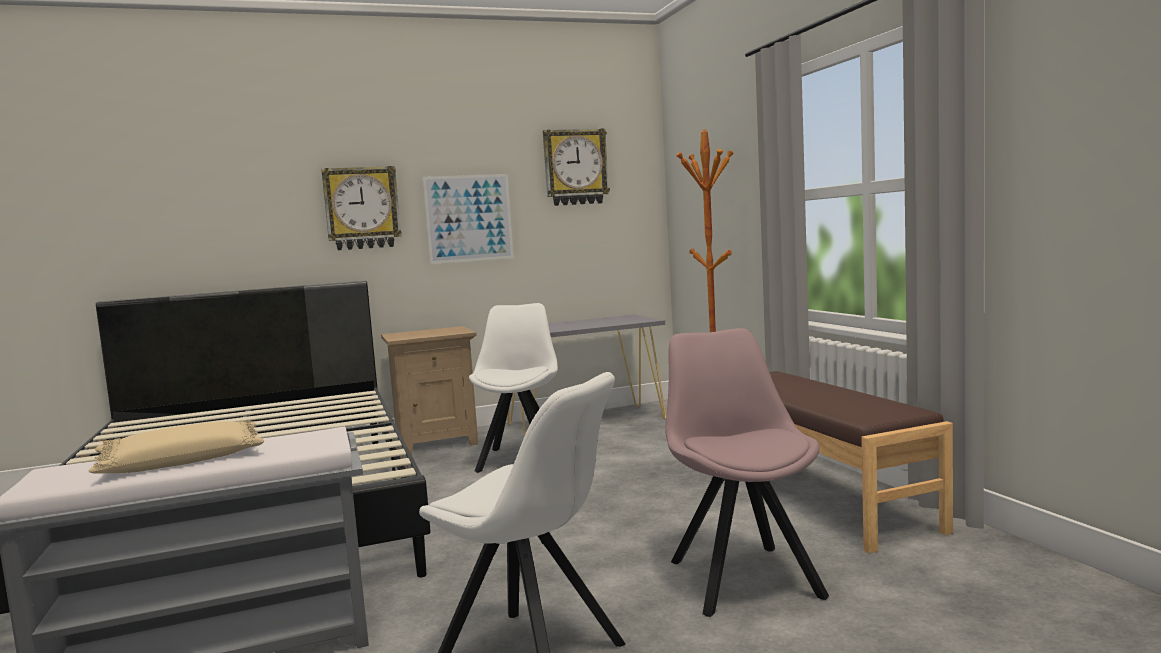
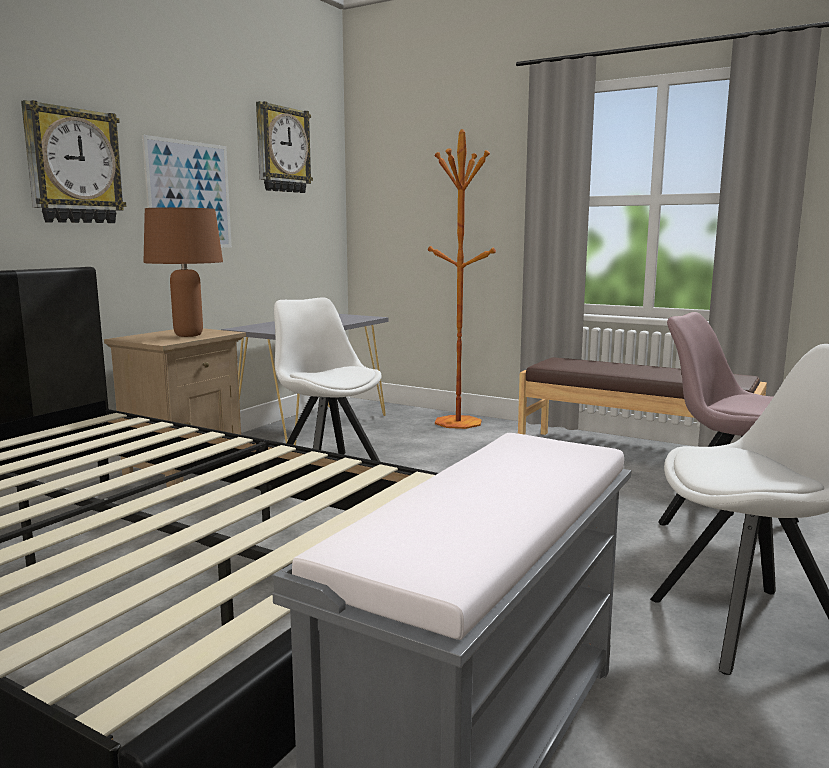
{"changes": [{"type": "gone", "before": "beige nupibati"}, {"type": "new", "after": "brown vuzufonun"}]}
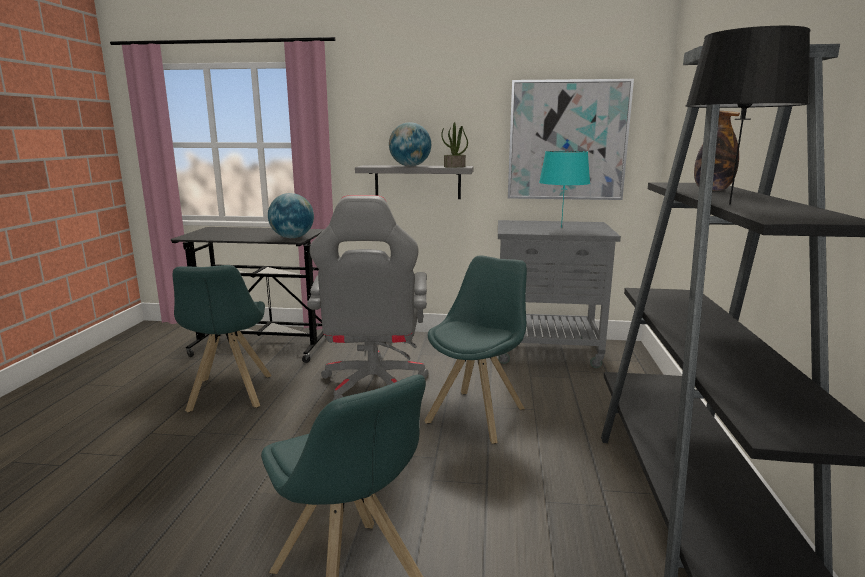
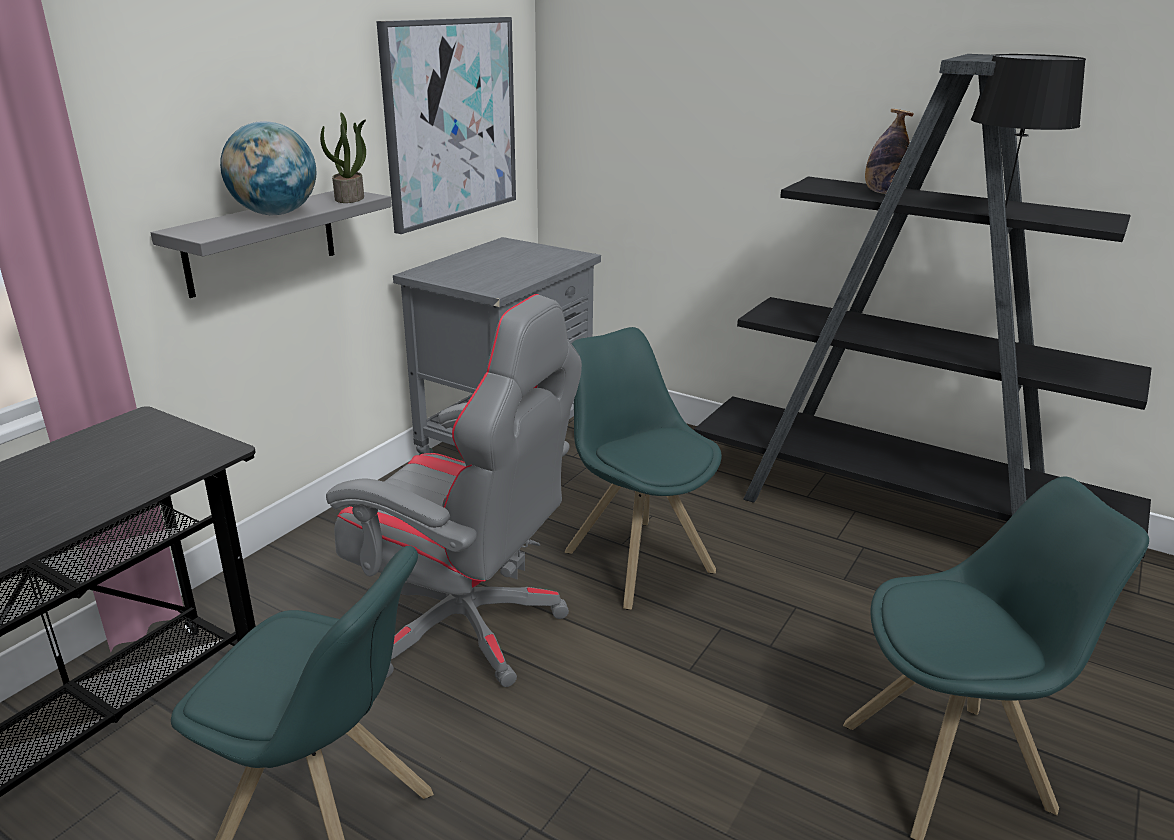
{"changes": [{"type": "gone", "before": "turquoise vuzufonun"}, {"type": "gone", "before": "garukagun (no. 1 from left)"}]}
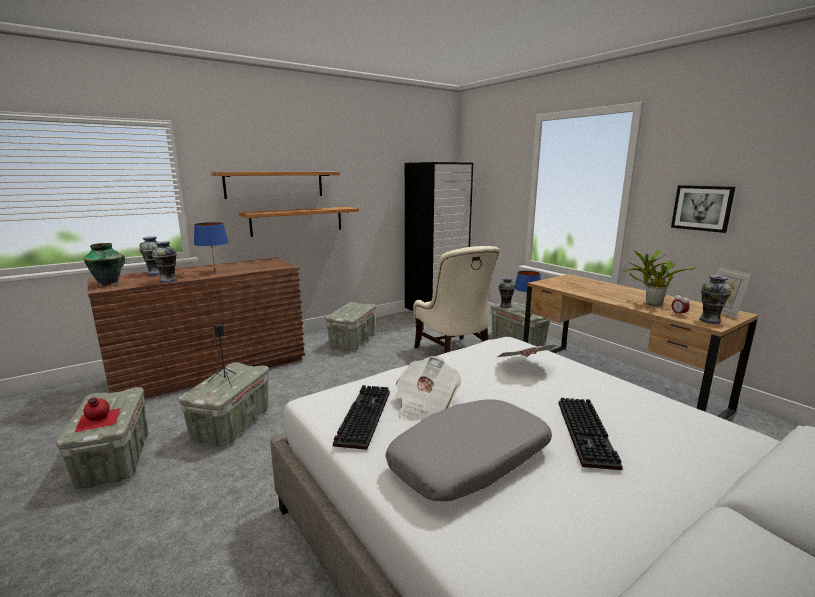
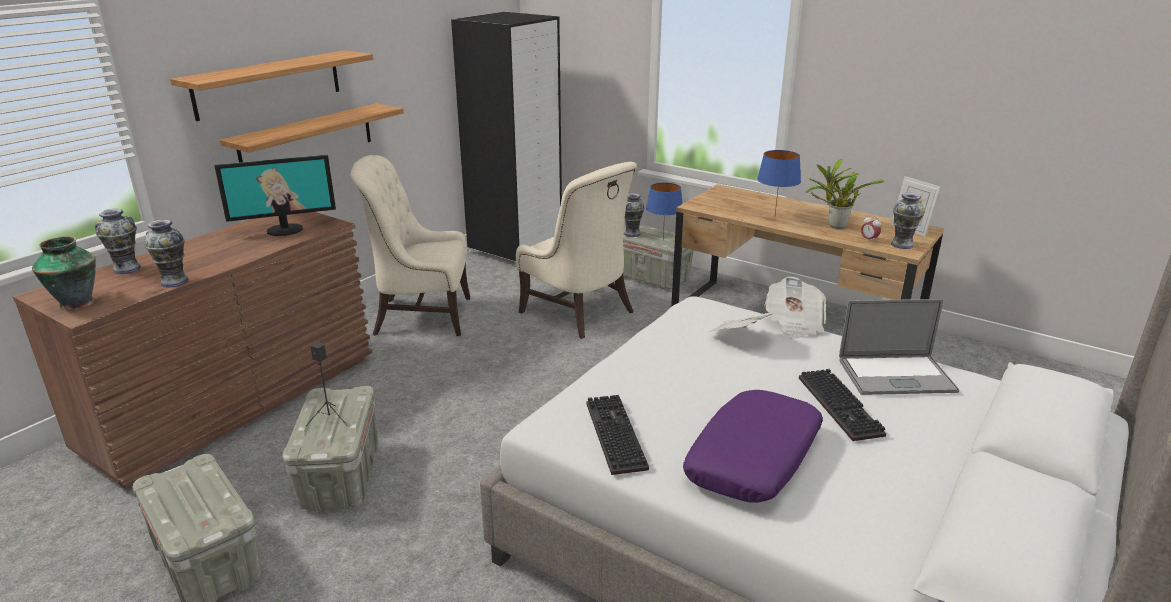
{"changes": [{"type": "gone", "before": "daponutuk"}, {"type": "shifted", "before": "blue vuzufonun (no. 1 from left in the first image)", "after": "blue vuzufonun (no. 2 from left)"}, {"type": "swapped", "before": "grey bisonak (no. 3 from left)", "after": "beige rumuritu (no. 1 from left)"}, {"type": "shifted", "before": "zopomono (no. 1 from left in the first image)", "after": "zopomono (no. 2 from left)"}, {"type": "gone", "before": "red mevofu"}, {"type": "repainted", "before": "grey nupibati", "after": "purple nupibati"}, {"type": "new", "after": "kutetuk"}, {"type": "new", "after": "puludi"}]}
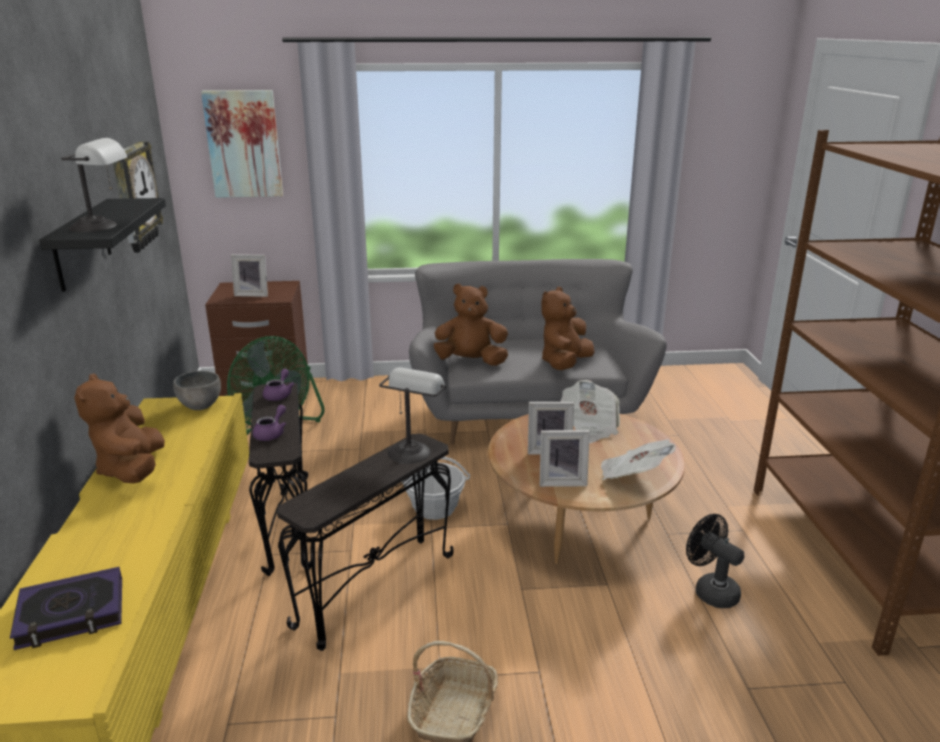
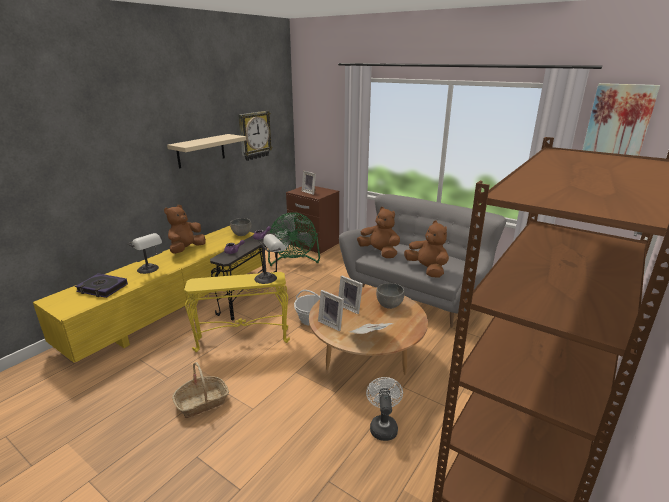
{"changes": [{"type": "shifted", "before": "daponutuk"}, {"type": "shifted", "before": "vuzufonun (no. 1 from left)"}, {"type": "repainted", "before": "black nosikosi", "after": "beige nosikosi"}, {"type": "rotated", "before": "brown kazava (no. 3 from left)", "turn": 75}, {"type": "swapped", "before": "zopomono (no. 1 from left)", "after": "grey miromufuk (no. 2 from left)"}, {"type": "repainted", "before": "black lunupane (no. 2 from left)", "after": "yellow lunupane"}, {"type": "repainted", "before": "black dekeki", "after": "white dekeki"}]}
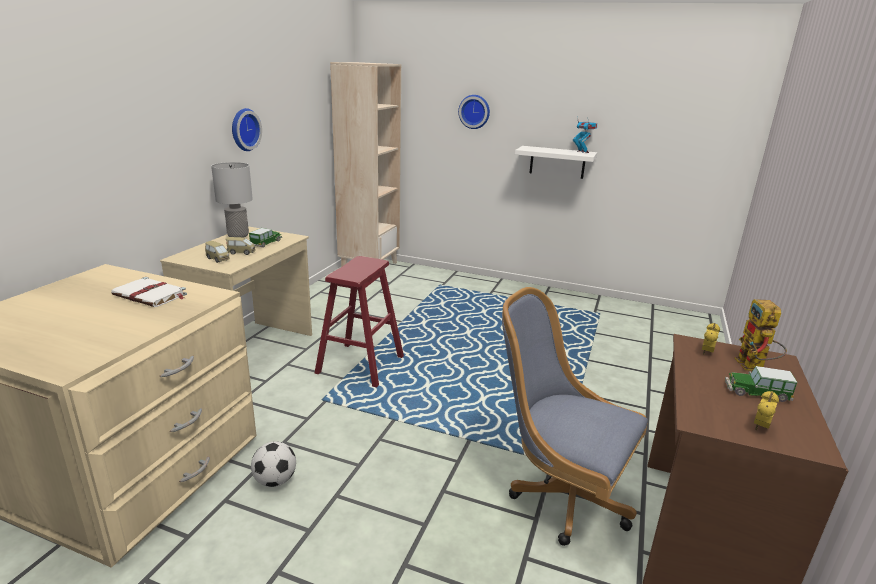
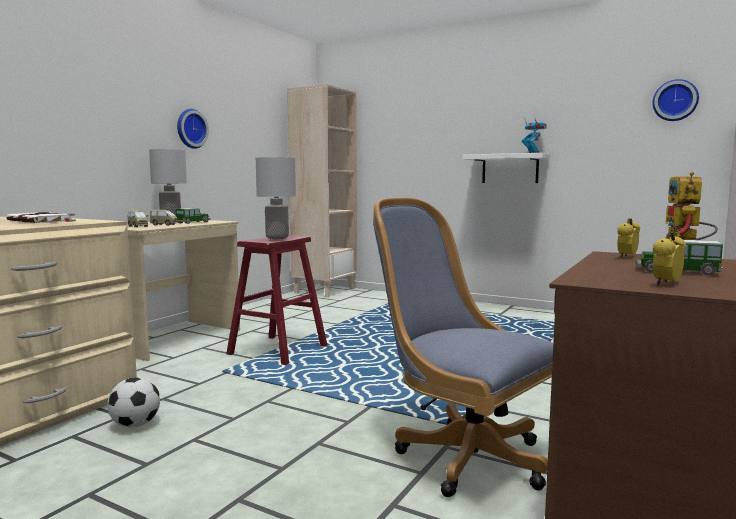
{"changes": [{"type": "shifted", "before": "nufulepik (no. 2 from left)"}, {"type": "new", "after": "grey vuzufonun (no. 2 from left)"}]}
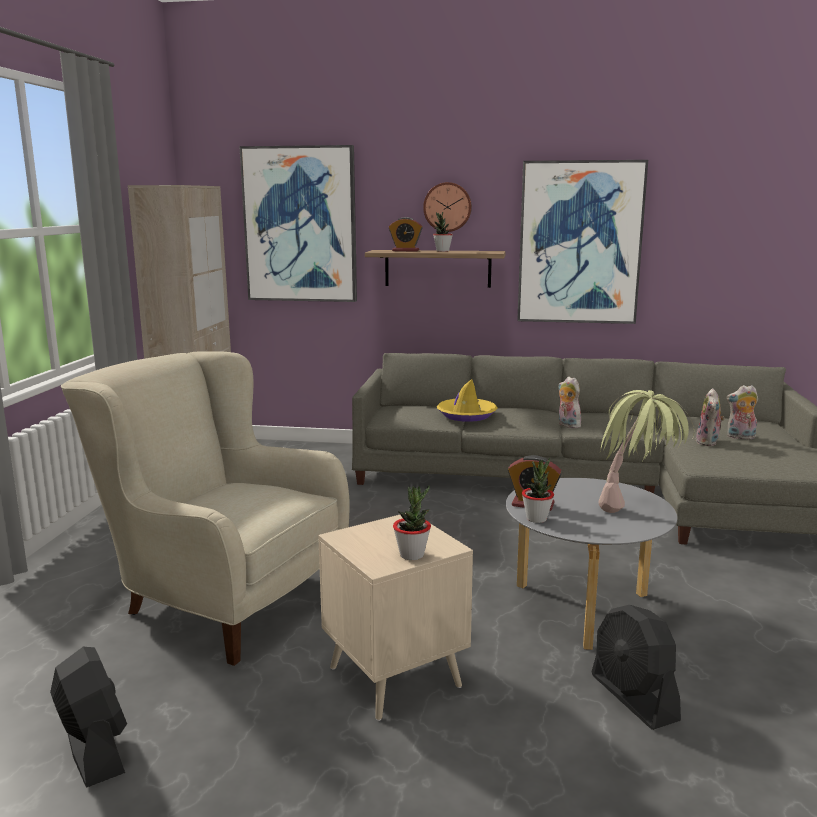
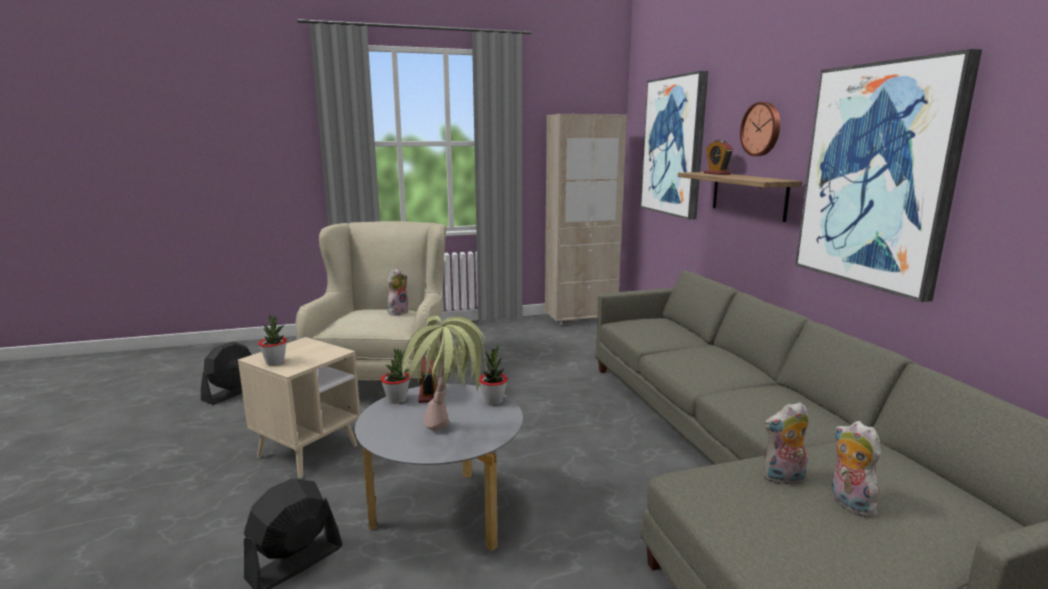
{"changes": [{"type": "shifted", "before": "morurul (no. 2 from left in the first image)", "after": "morurul (no. 4 from left)"}, {"type": "shifted", "before": "kazava (no. 1 from left)"}, {"type": "gone", "before": "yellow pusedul"}]}
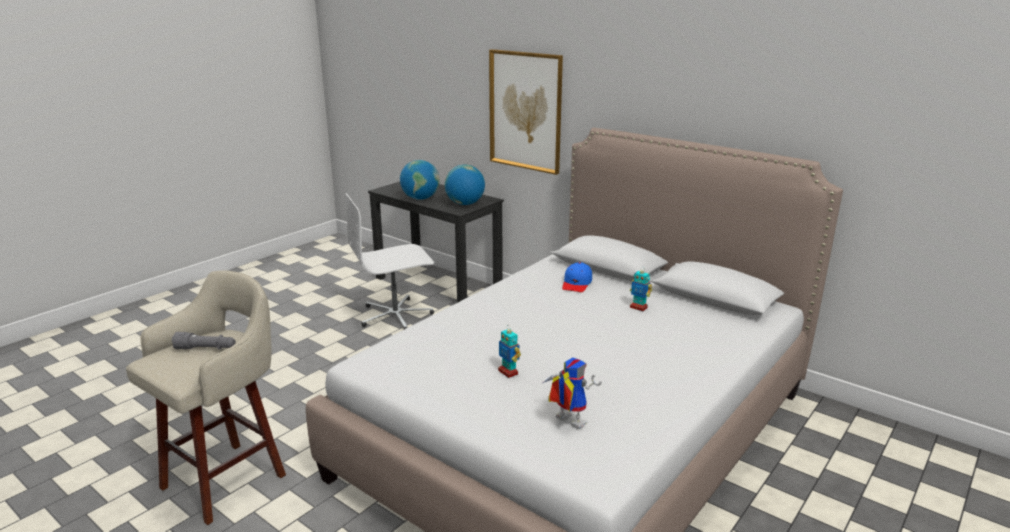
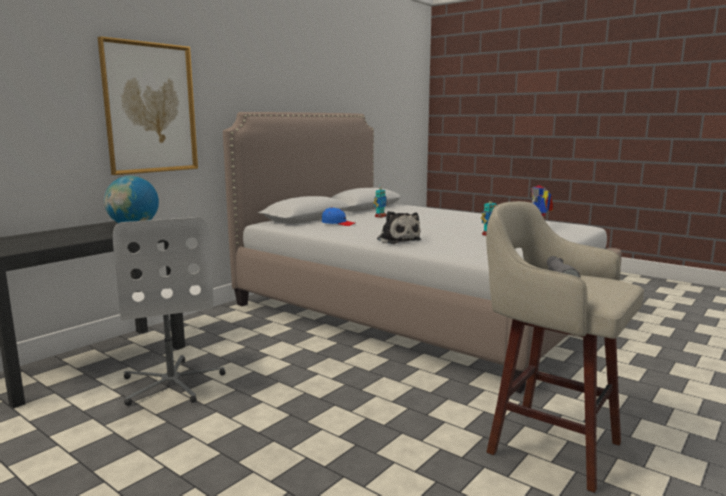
{"changes": [{"type": "gone", "before": "garukagun (no. 1 from left)"}, {"type": "new", "after": "kazava"}]}
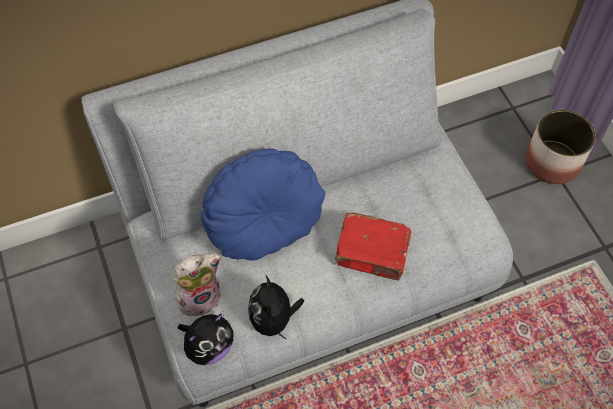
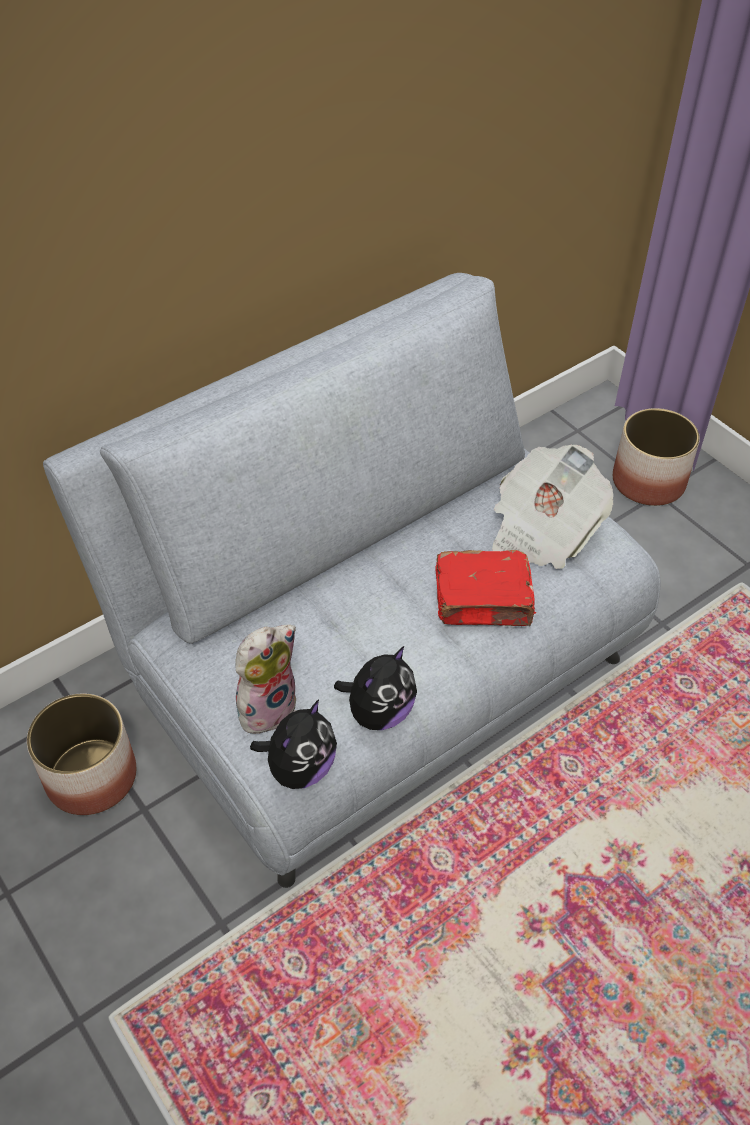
{"changes": [{"type": "gone", "before": "blue nupibati"}, {"type": "rotated", "before": "kazava (no. 3 from left)", "turn": -120}, {"type": "new", "after": "zopomono"}, {"type": "new", "after": "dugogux (no. 1 from left)"}]}
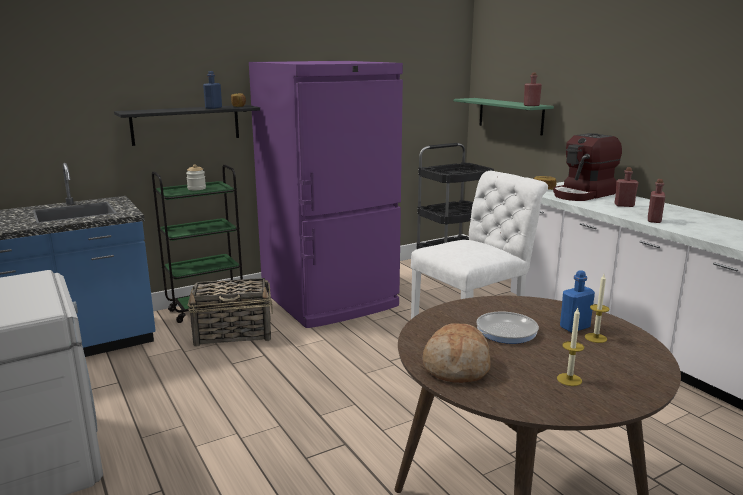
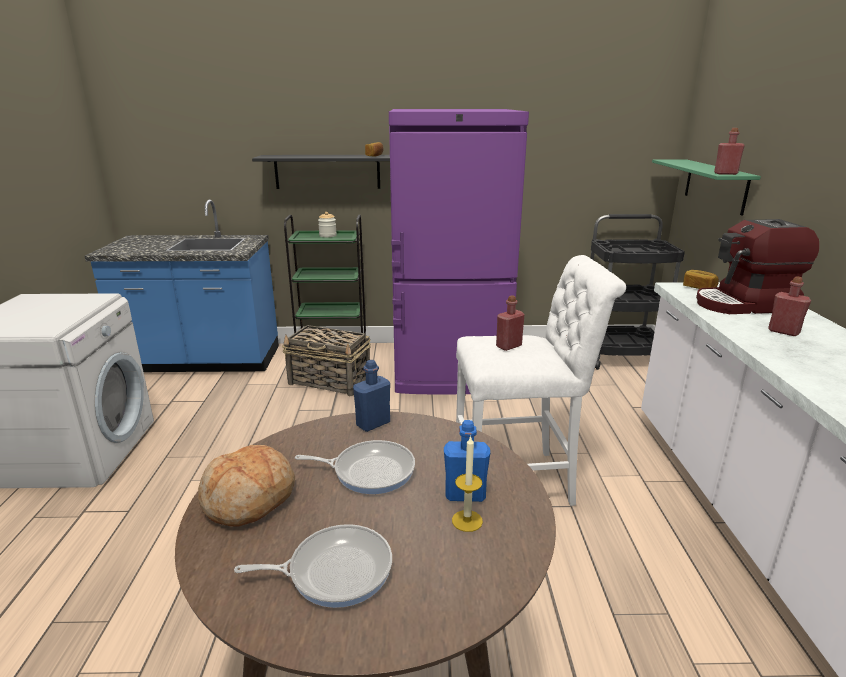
{"changes": [{"type": "shifted", "before": "blue mevofu (no. 1 from left)"}, {"type": "shifted", "before": "red mevofu (no. 3 from left in the first image)", "after": "red mevofu (no. 1 from left)"}, {"type": "swapped", "before": "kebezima (no. 1 from left)", "after": "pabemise (no. 1 from left)"}]}
